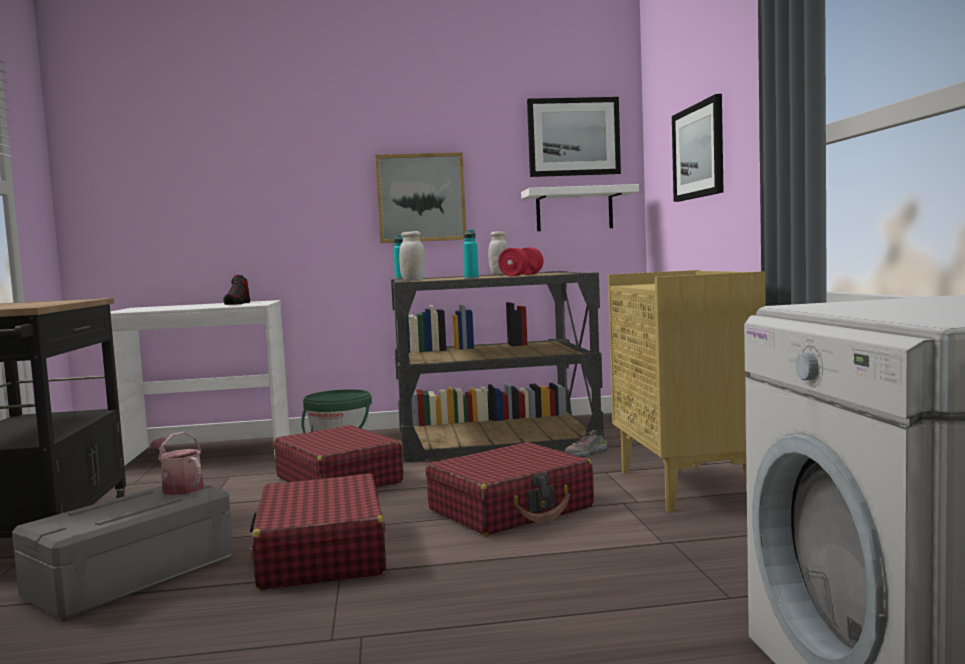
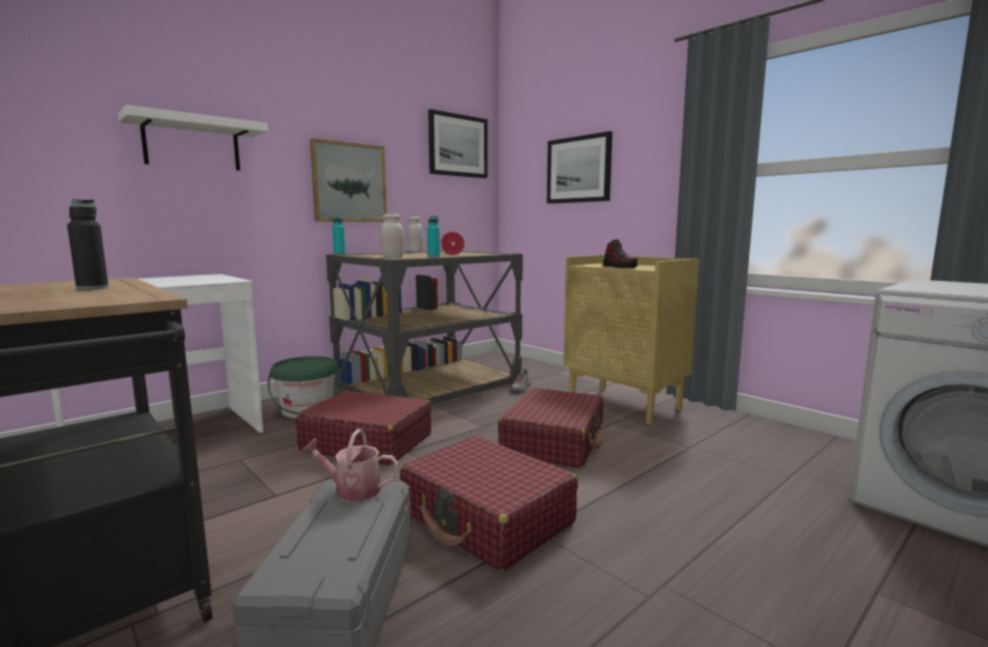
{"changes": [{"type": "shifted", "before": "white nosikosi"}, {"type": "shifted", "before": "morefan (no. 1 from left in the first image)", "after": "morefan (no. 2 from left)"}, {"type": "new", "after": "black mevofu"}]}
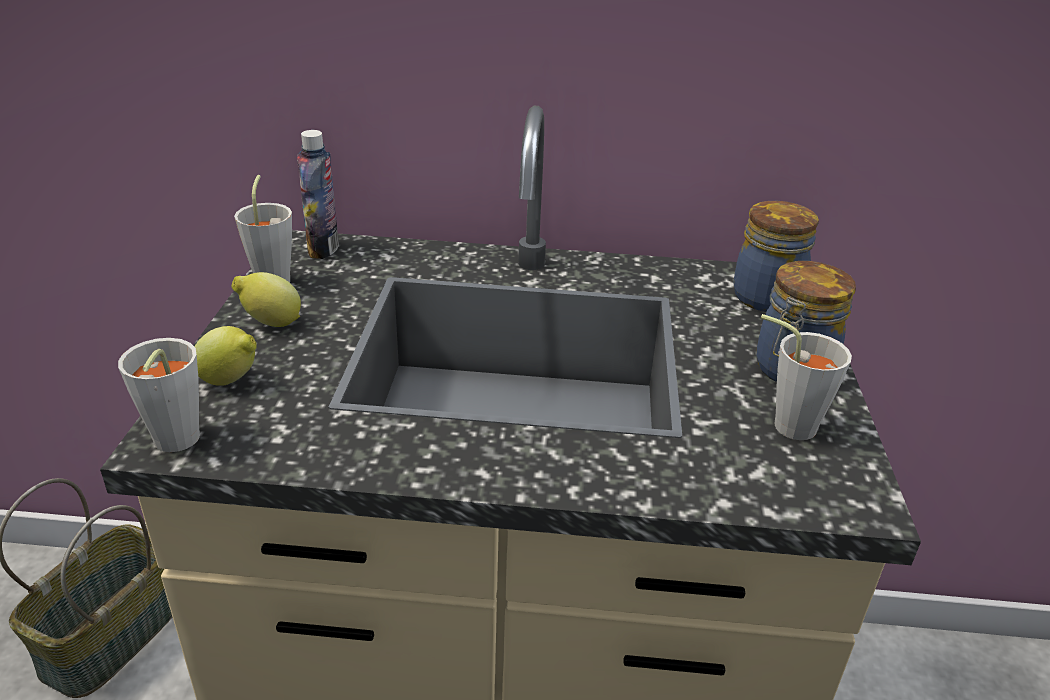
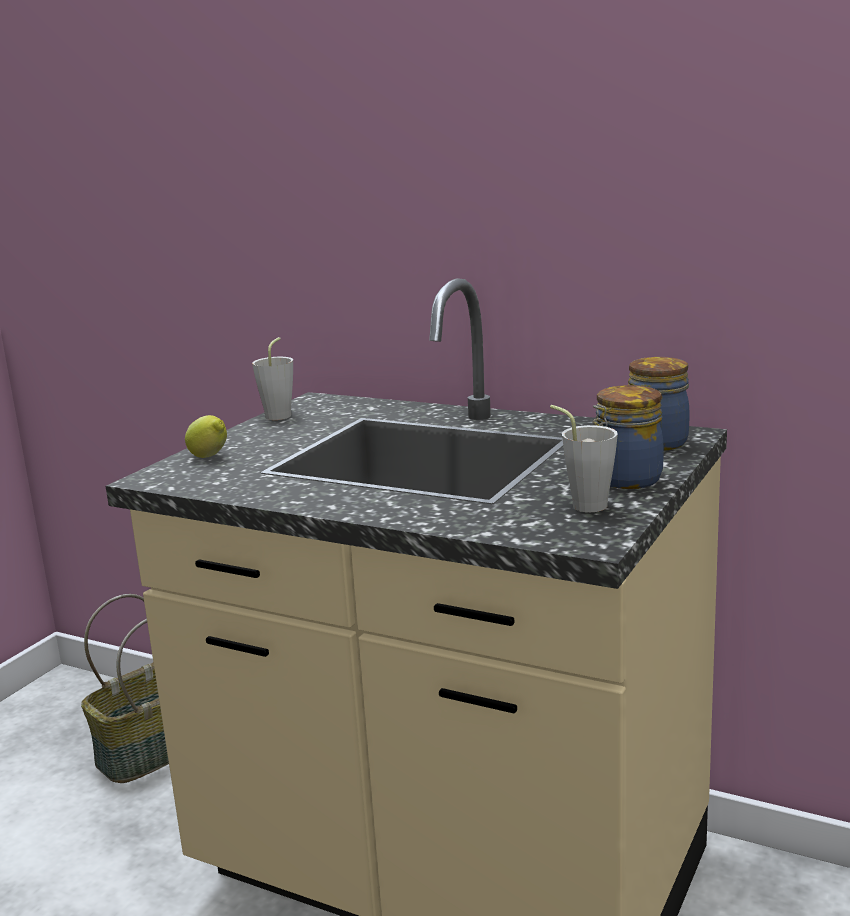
{"changes": [{"type": "gone", "before": "mevofu"}, {"type": "gone", "before": "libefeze (no. 2 from left)"}, {"type": "gone", "before": "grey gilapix (no. 1 from left)"}]}
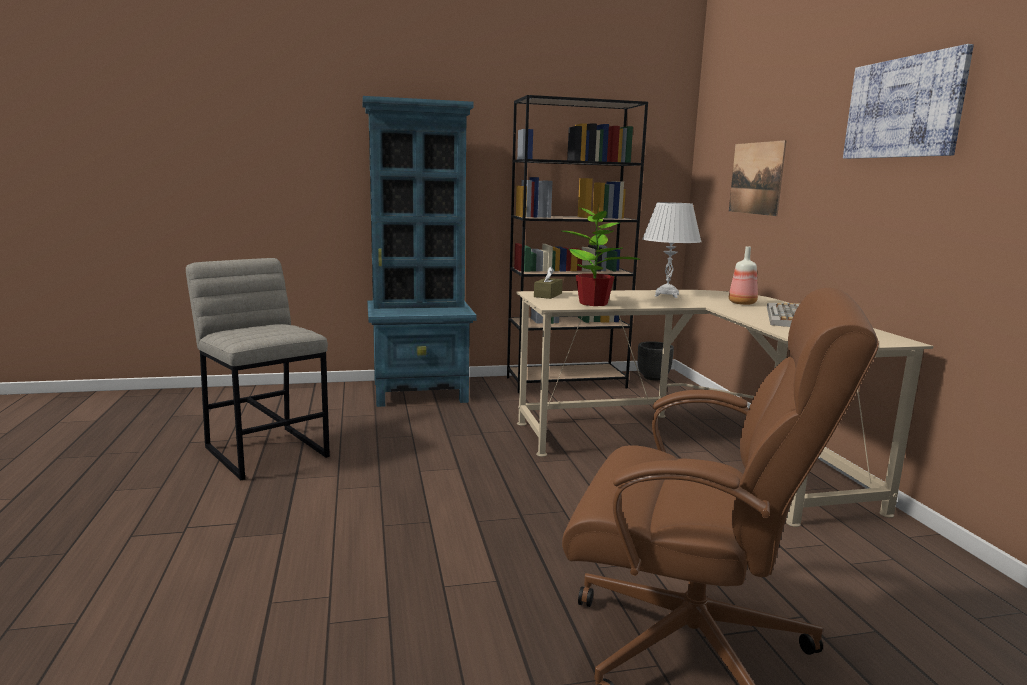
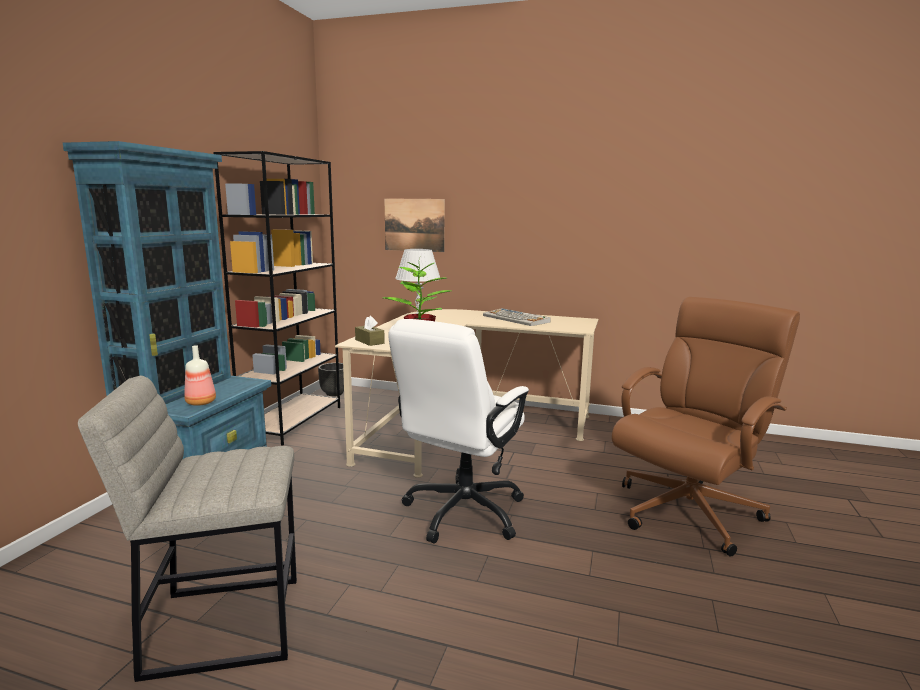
{"changes": [{"type": "gone", "before": "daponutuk (no. 2 from left)"}, {"type": "shifted", "before": "mevofu"}, {"type": "new", "after": "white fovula"}]}
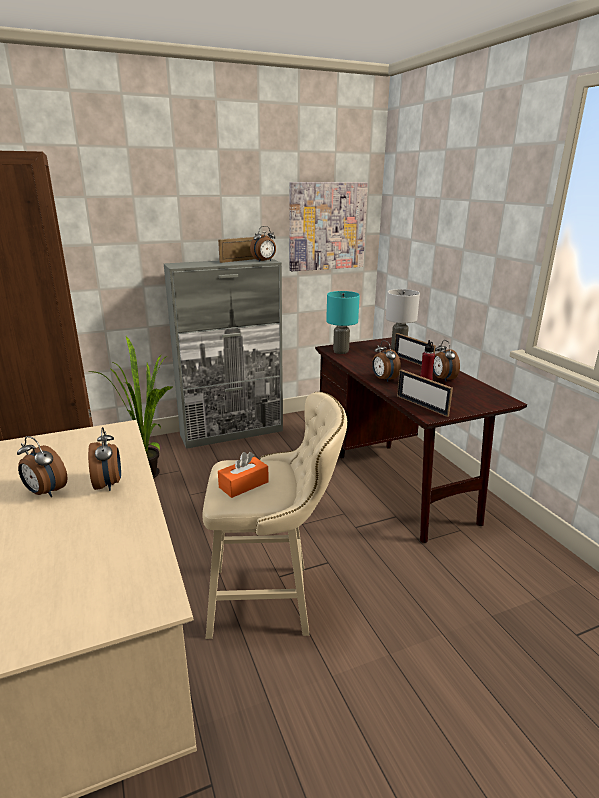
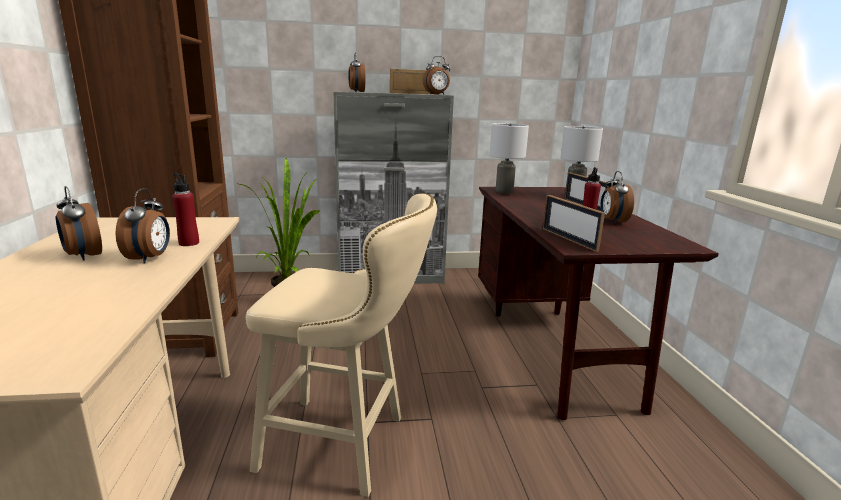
{"changes": [{"type": "gone", "before": "daponutuk"}, {"type": "repainted", "before": "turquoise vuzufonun", "after": "white vuzufonun (no. 1 from left)"}, {"type": "shifted", "before": "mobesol (no. 4 from left in the first image)", "after": "mobesol (no. 3 from left)"}, {"type": "gone", "before": "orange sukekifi"}, {"type": "new", "after": "red mevofu (no. 1 from left)"}]}
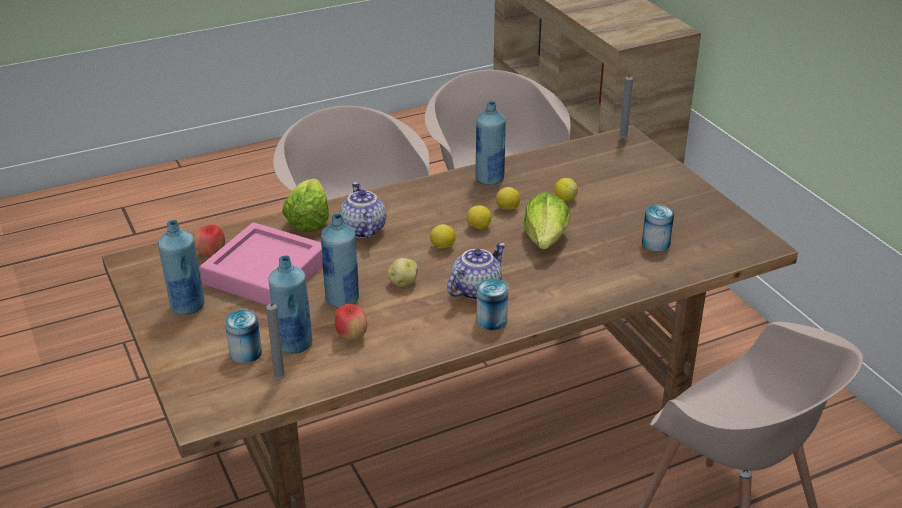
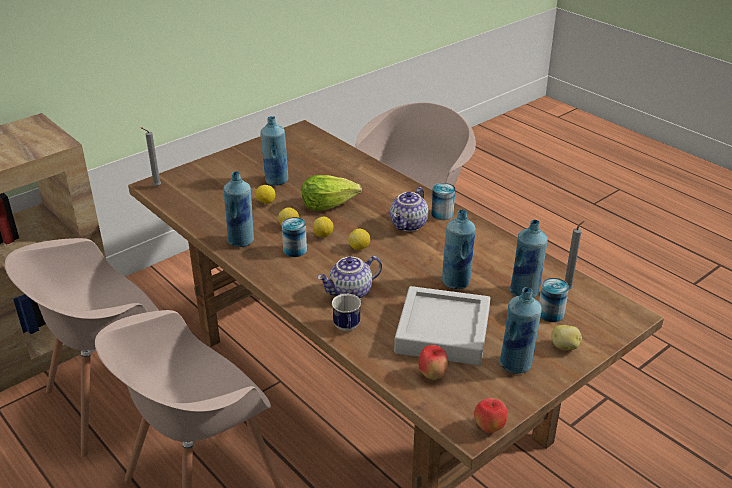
{"changes": [{"type": "swapped", "before": "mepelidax (no. 1 from left)", "after": "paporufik"}, {"type": "shifted", "before": "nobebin (no. 3 from left in the first image)", "after": "nobebin (no. 1 from left)"}, {"type": "repainted", "before": "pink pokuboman", "after": "grey pokuboman"}, {"type": "rotated", "before": "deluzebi (no. 2 from left)", "turn": -90}, {"type": "shifted", "before": "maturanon"}, {"type": "shifted", "before": "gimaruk (no. 2 from left)"}, {"type": "new", "after": "blue mevofu (no. 2 from left)"}]}
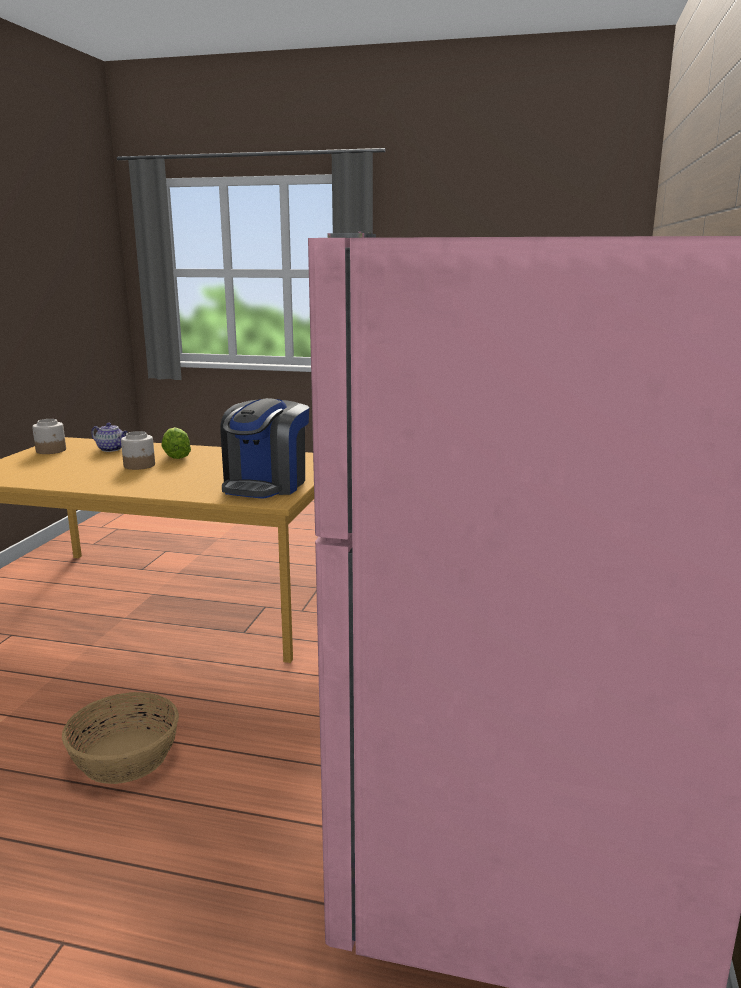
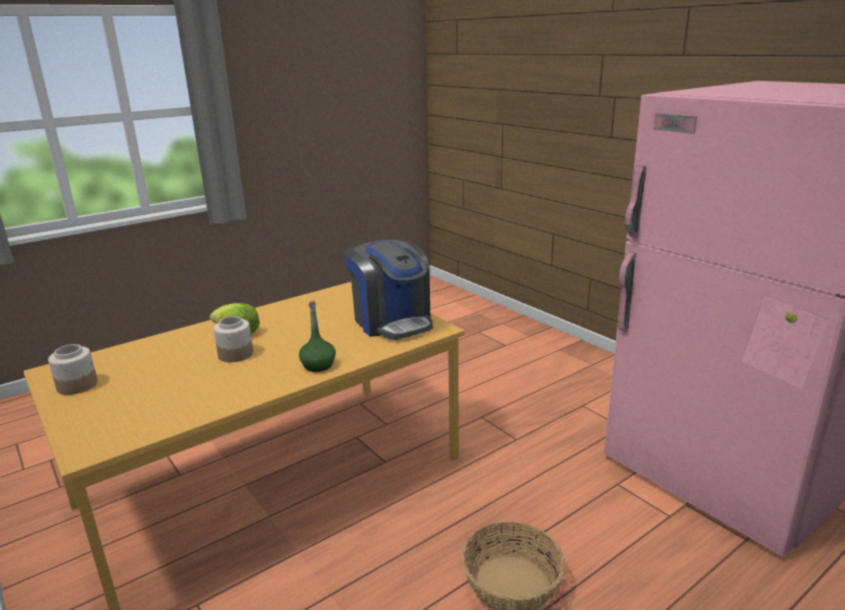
{"changes": [{"type": "gone", "before": "deluzebi"}, {"type": "new", "after": "green mevofu"}]}
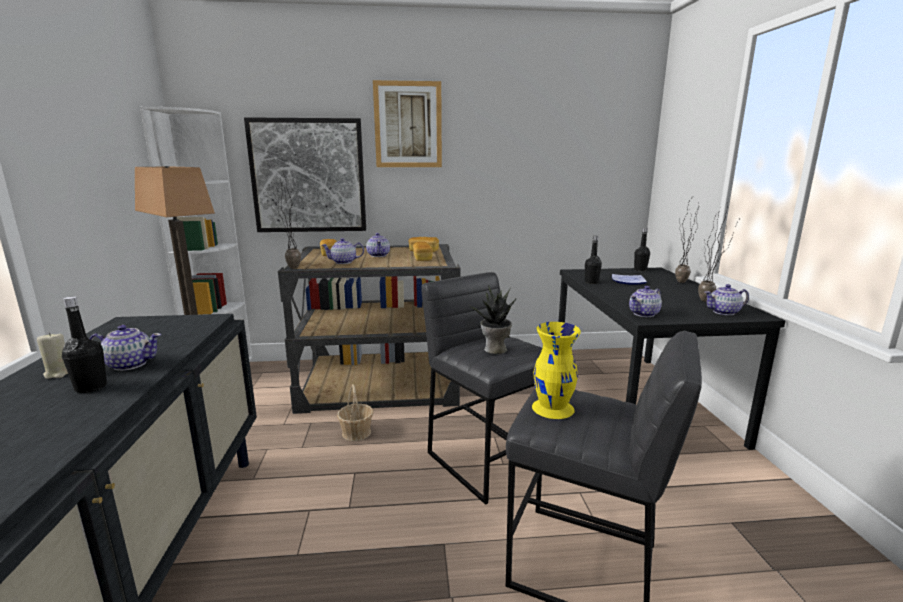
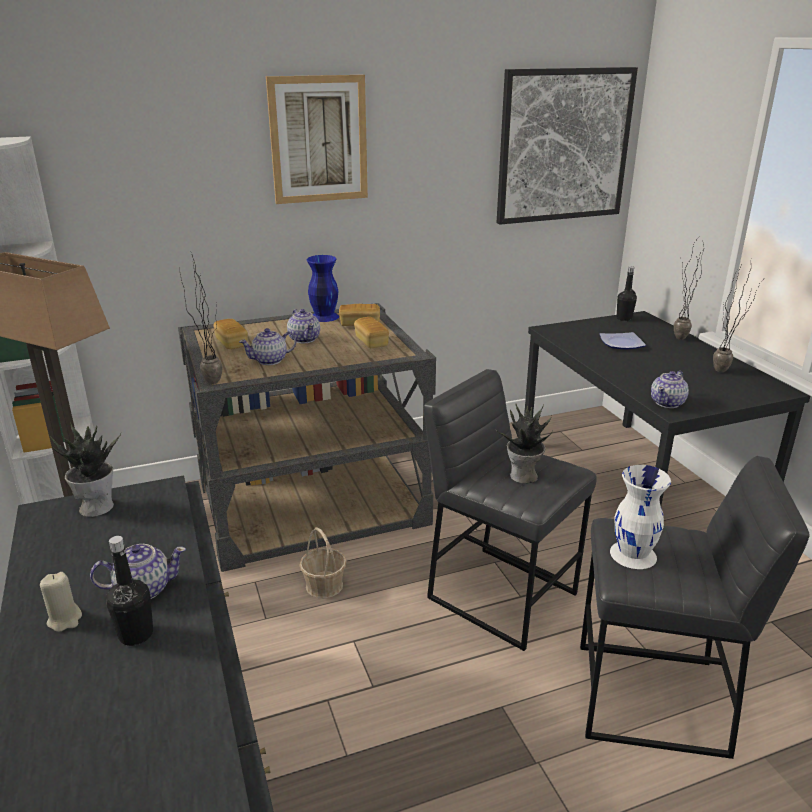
{"changes": [{"type": "shifted", "before": "daponutuk (no. 1 from left in the first image)", "after": "daponutuk (no. 2 from left)"}, {"type": "gone", "before": "black mevofu (no. 2 from left)"}, {"type": "gone", "before": "deluzebi (no. 5 from left)"}, {"type": "repainted", "before": "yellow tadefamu", "after": "white tadefamu"}, {"type": "new", "after": "blue tadefamu"}, {"type": "new", "after": "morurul (no. 1 from left)"}]}
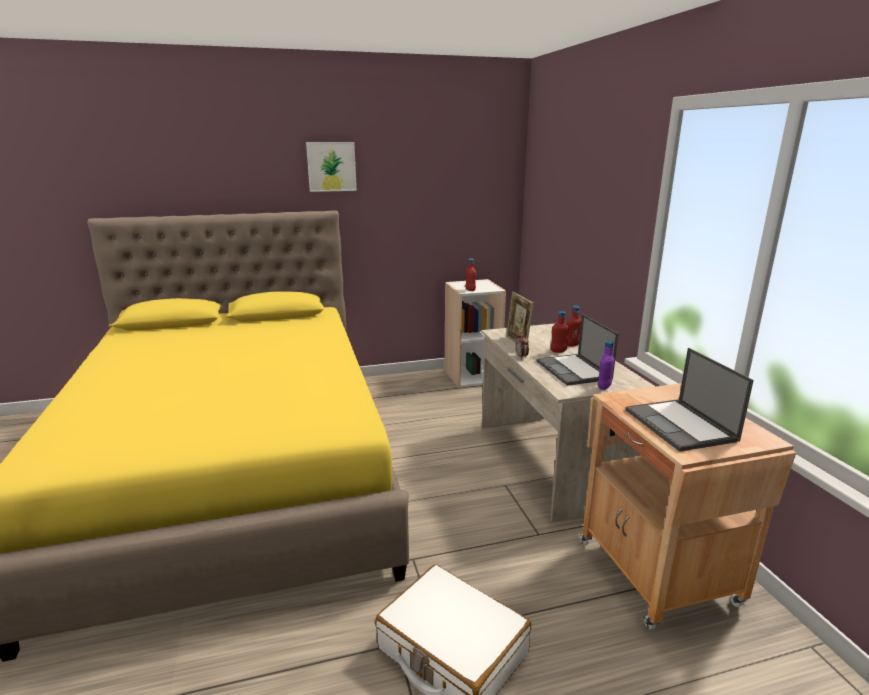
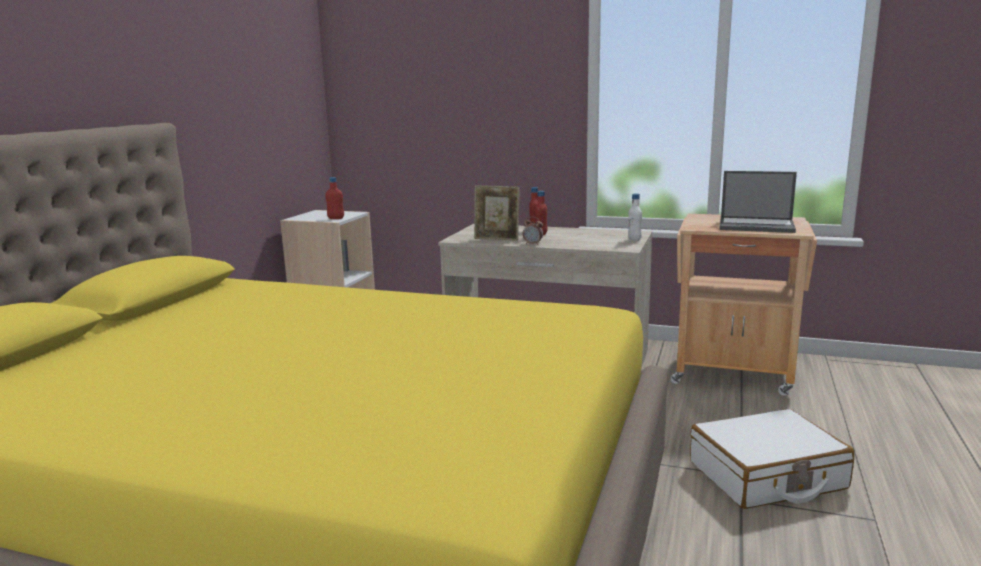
{"changes": [{"type": "gone", "before": "daponutuk"}, {"type": "gone", "before": "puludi (no. 1 from left)"}, {"type": "repainted", "before": "purple mevofu", "after": "white mevofu"}]}
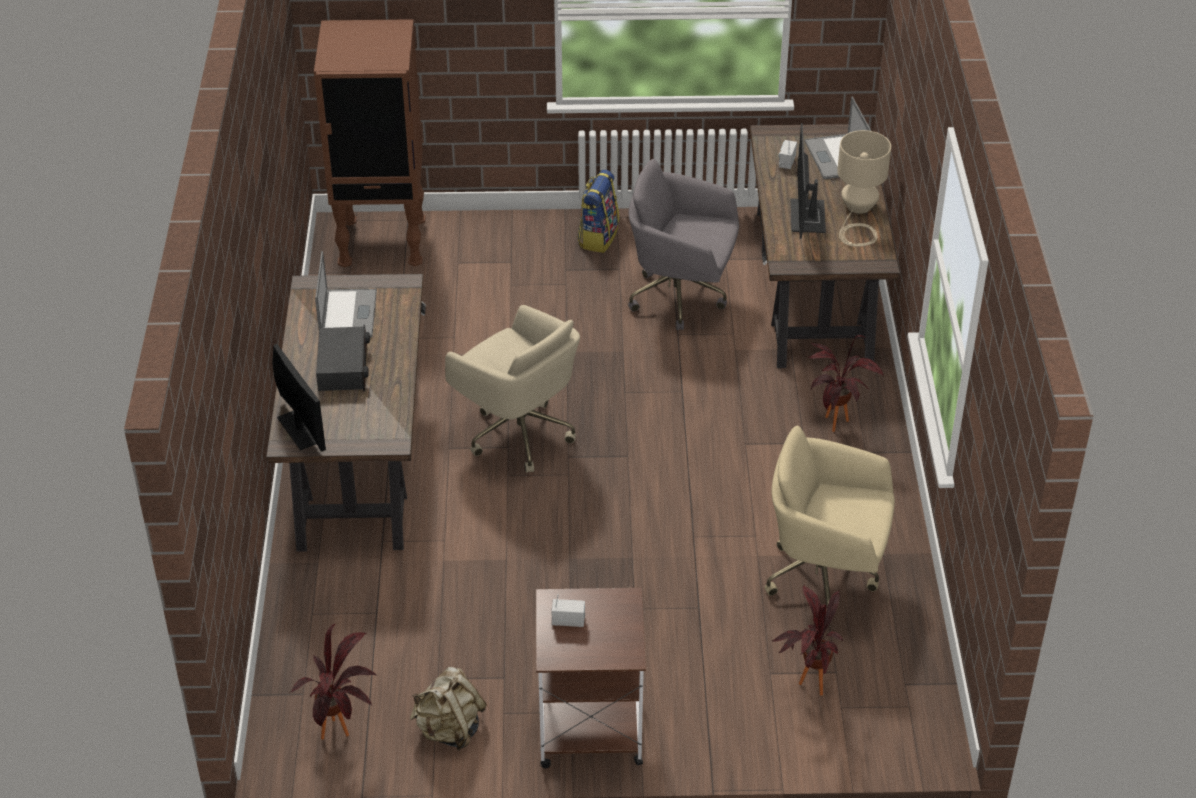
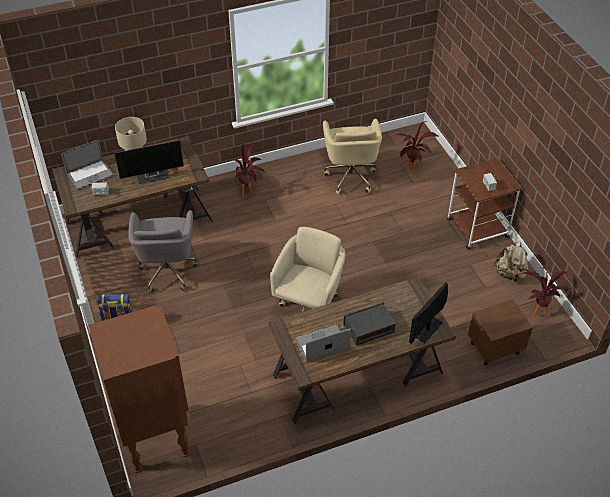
{"changes": [{"type": "new", "after": "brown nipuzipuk"}]}
